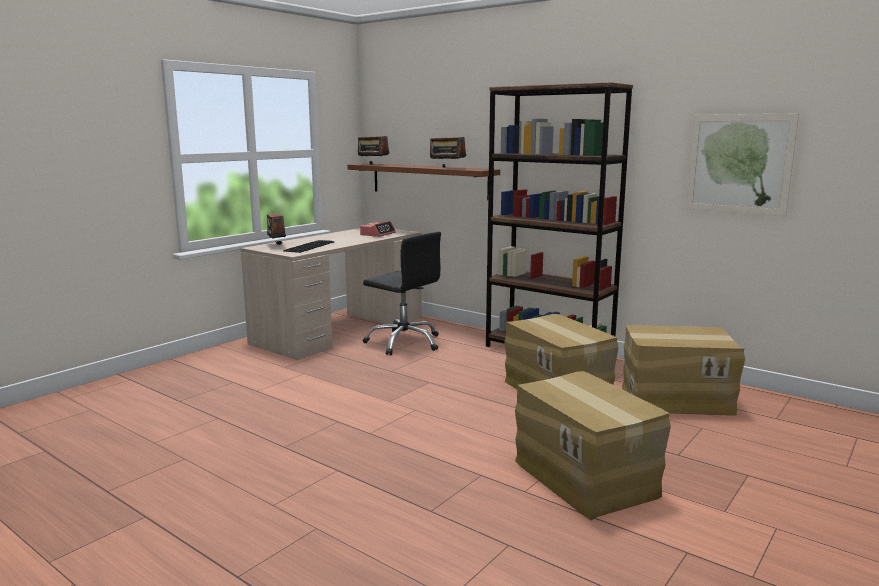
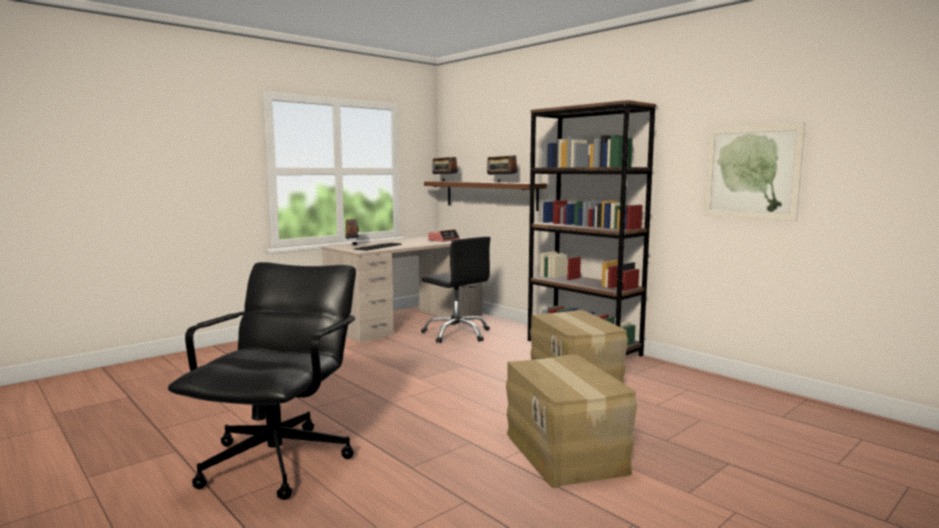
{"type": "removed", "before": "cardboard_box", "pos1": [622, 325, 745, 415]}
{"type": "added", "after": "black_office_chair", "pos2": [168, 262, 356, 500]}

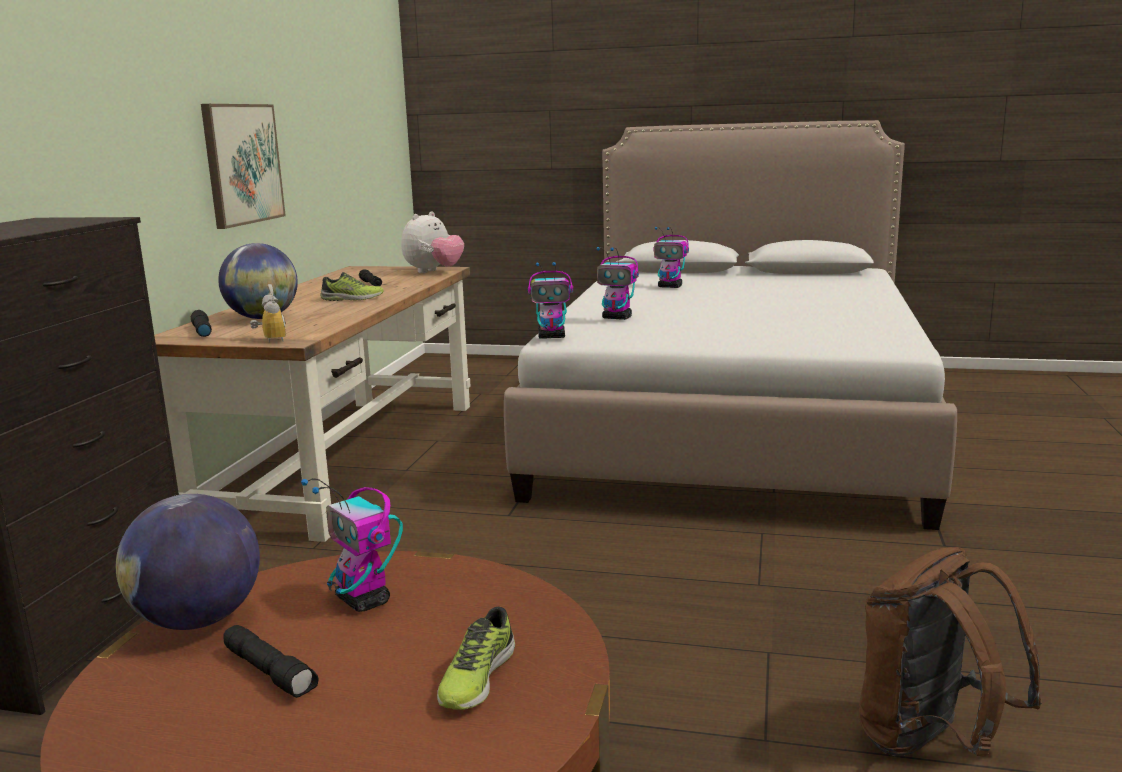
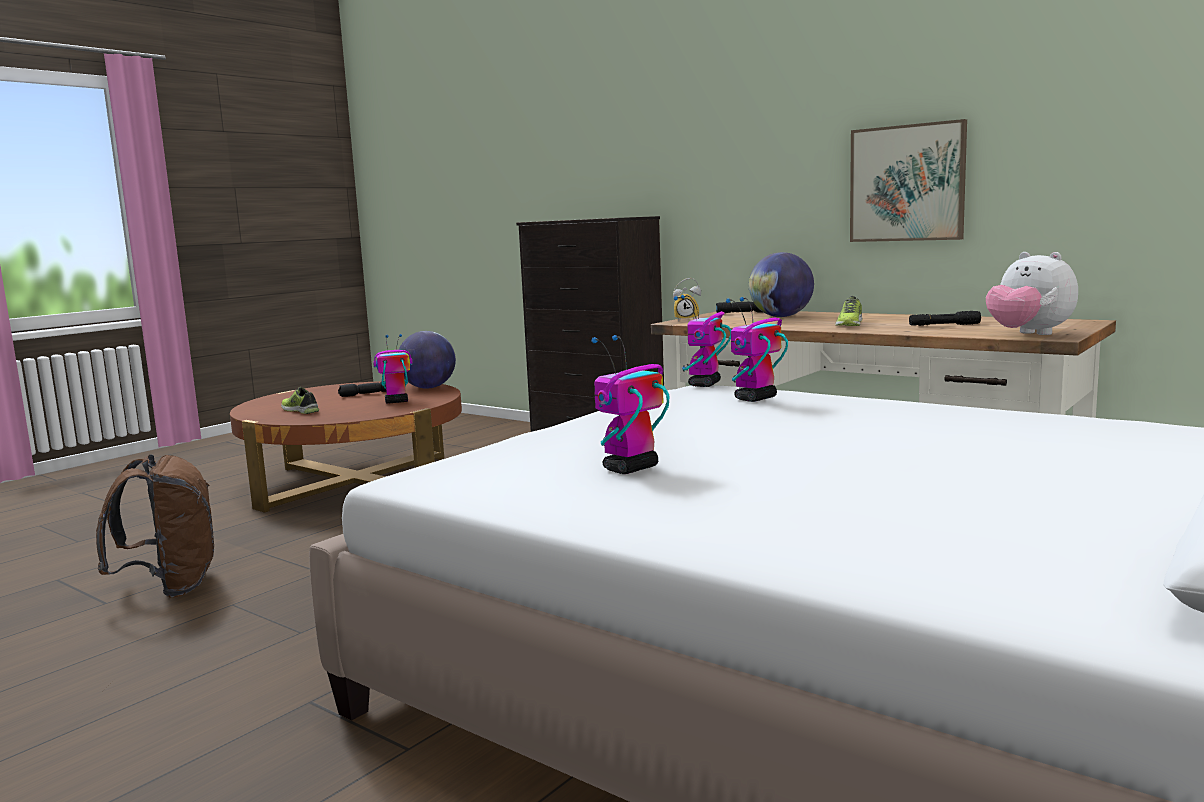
{"type": "moved", "before": "toy_robot", "pos1": [653, 227, 689, 288], "pos2": [591, 335, 670, 474]}

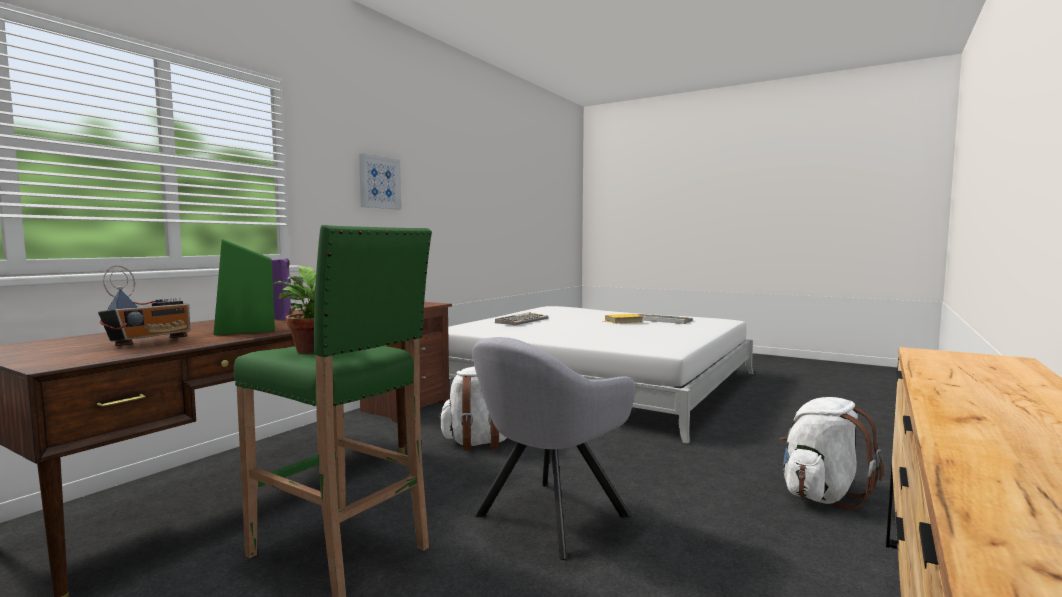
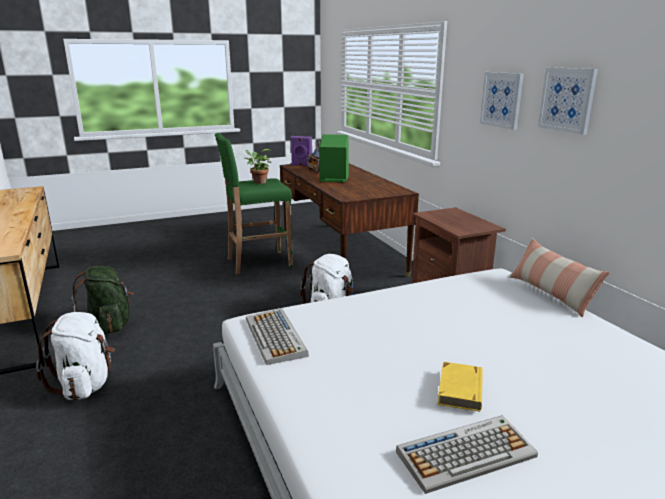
{"type": "removed", "before": "grey_armchair", "pos1": [472, 337, 636, 560]}
{"type": "added", "after": "green_backpack", "pos2": [71, 266, 134, 333]}
{"type": "added", "after": "pillow", "pos2": [509, 238, 610, 317]}
{"type": "added", "after": "picture", "pos2": [538, 67, 598, 135]}
{"type": "moved", "before": "purple_speaker", "pos1": [272, 258, 292, 320], "pos2": [291, 136, 312, 166]}
{"type": "moved", "before": "keyboard", "pos1": [495, 313, 548, 325], "pos2": [246, 308, 309, 365]}

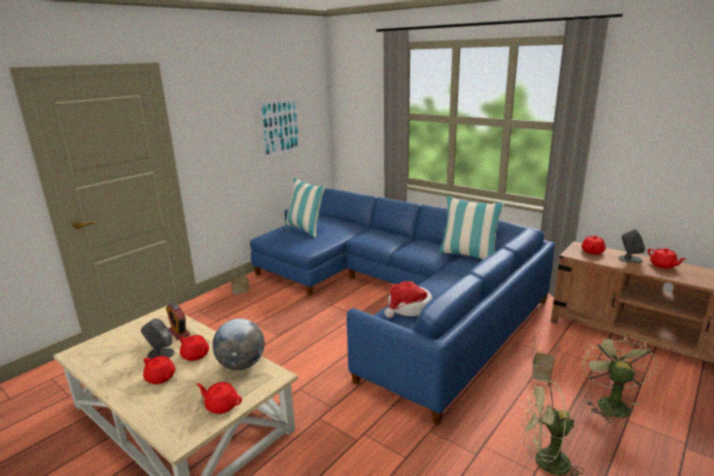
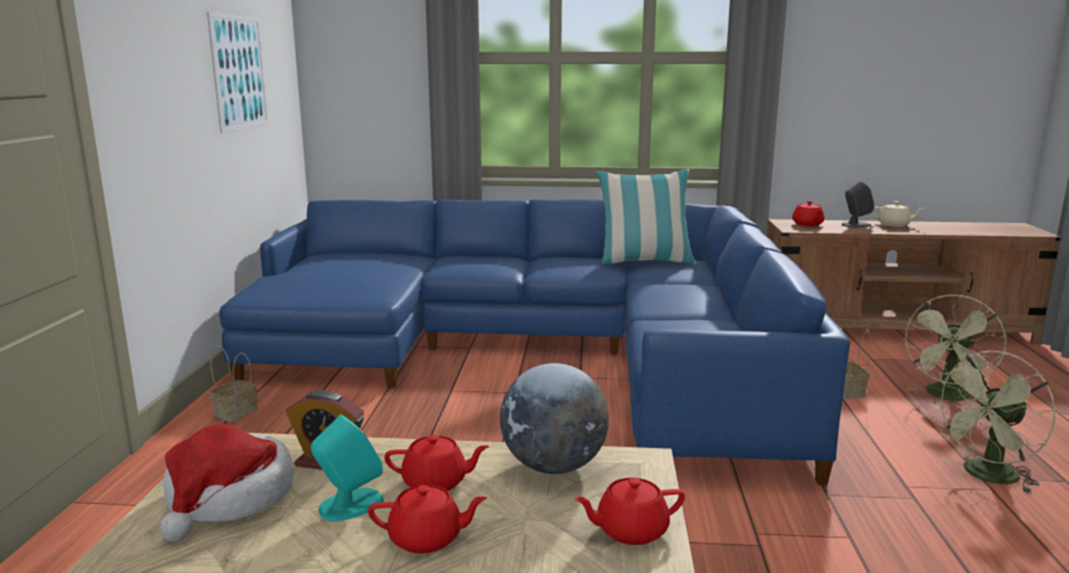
{"type": "removed", "before": "pillow", "pos1": [285, 178, 326, 237]}
{"type": "moved", "before": "hat", "pos1": [384, 281, 432, 318], "pos2": [159, 424, 293, 542]}
{"type": "recoloured", "before": "grey_speaker", "after": "turquoise_speaker", "pos1": [141, 318, 175, 359], "pos2": [311, 415, 384, 522]}
{"type": "recoloured", "before": "red_teapot", "after": "beige_teapot", "pos1": [648, 248, 686, 269], "pos2": [871, 201, 924, 227]}
{"type": "turned", "before": "green_fan", "pos1": [583, 333, 657, 423], "pos2": [903, 295, 1006, 403], "turn": -120}

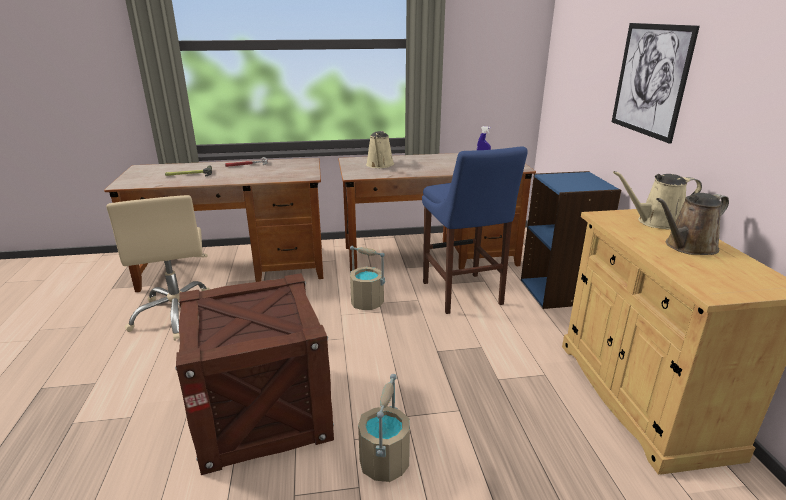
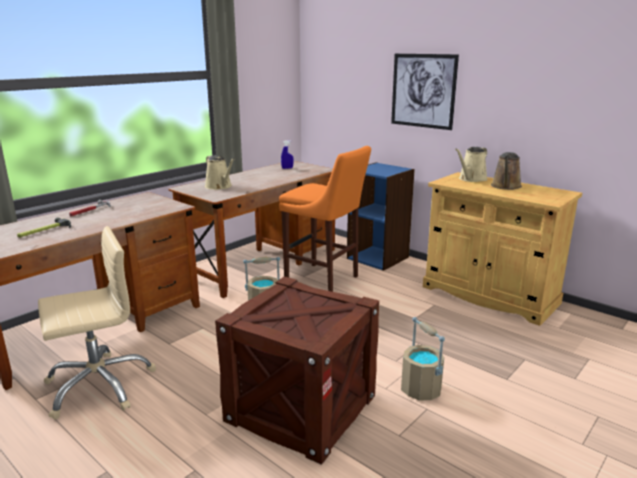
{"type": "recoloured", "before": "blue_stool", "after": "orange_stool", "pos1": [422, 147, 528, 314], "pos2": [279, 146, 371, 292]}
{"type": "turned", "before": "beige_office_chair", "pos1": [106, 195, 210, 341], "pos2": [38, 226, 156, 419], "turn": -60}

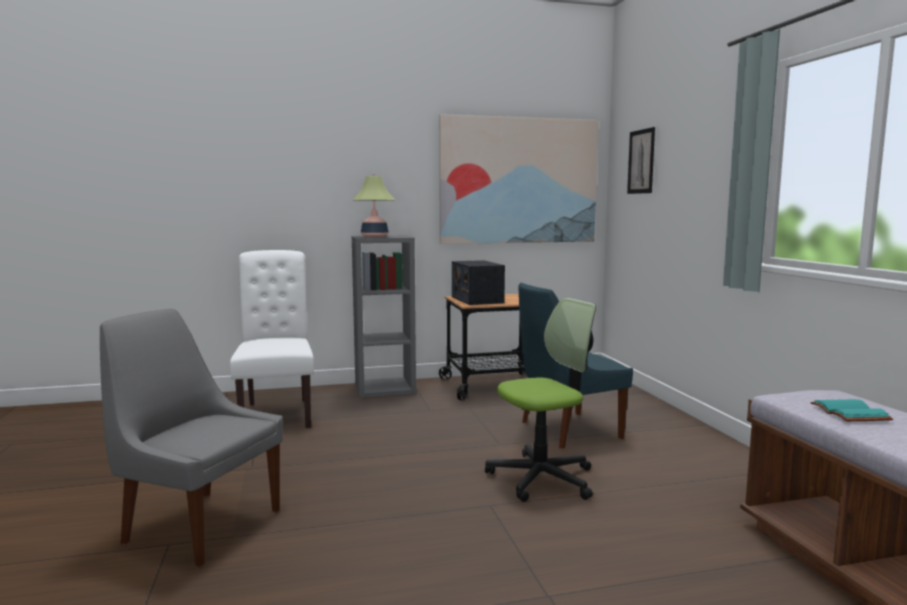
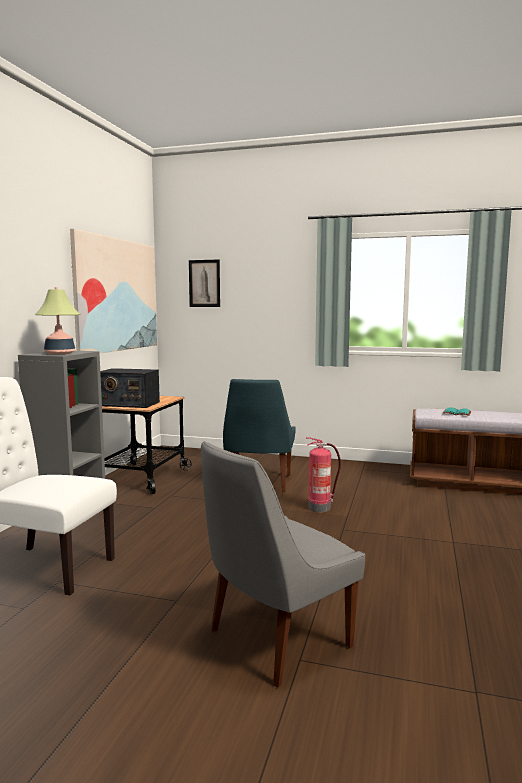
{"type": "replaced", "before": "office_chair", "after": "fire_extinguisher", "pos1": [485, 298, 596, 502], "pos2": [306, 437, 341, 512]}

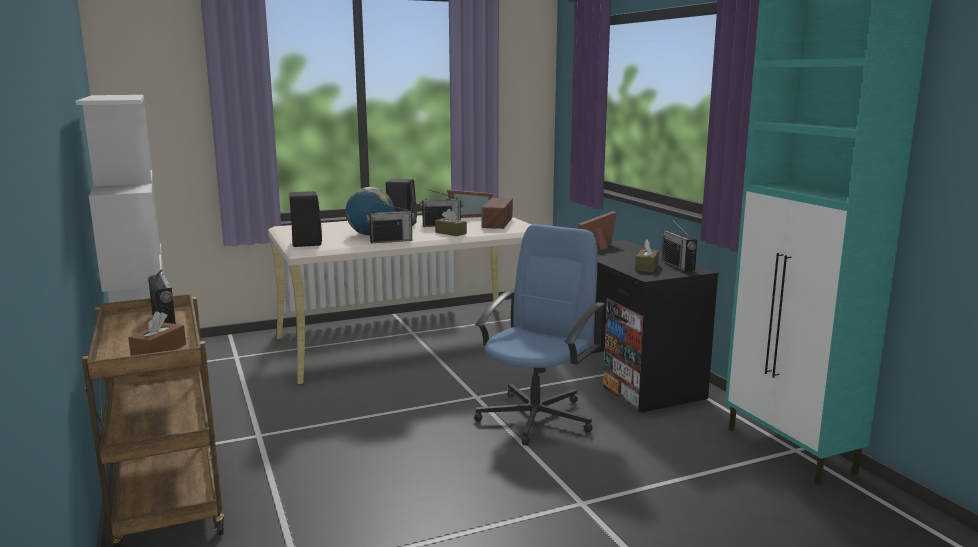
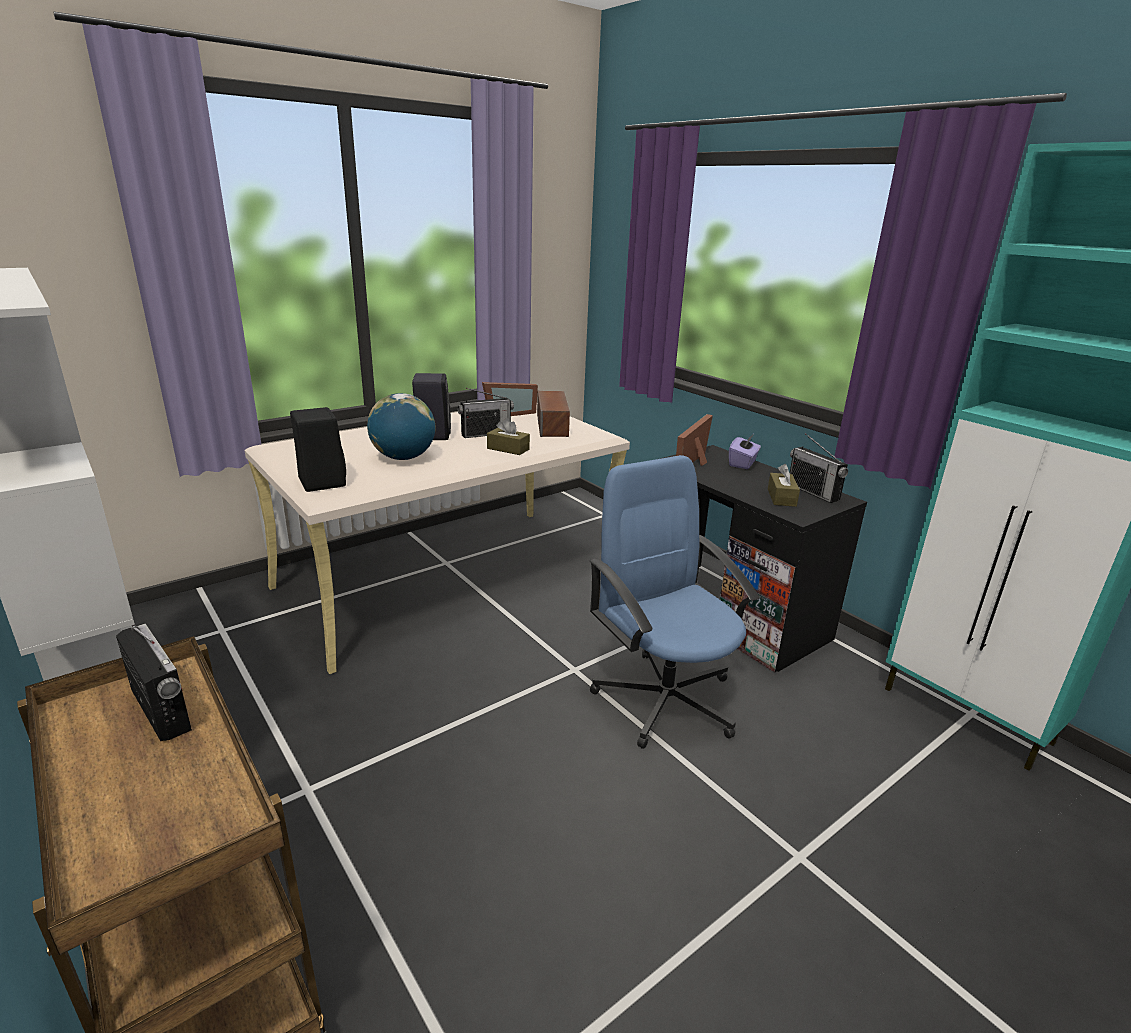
{"type": "removed", "before": "brown_tissue_box", "pos1": [128, 311, 186, 356]}
{"type": "removed", "before": "radio", "pos1": [366, 201, 415, 243]}
{"type": "added", "after": "purple_tissue_box", "pos2": [729, 435, 761, 469]}
{"type": "turned", "before": "blue_office_chair", "pos1": [474, 224, 605, 446], "pos2": [589, 455, 759, 749], "turn": -45}

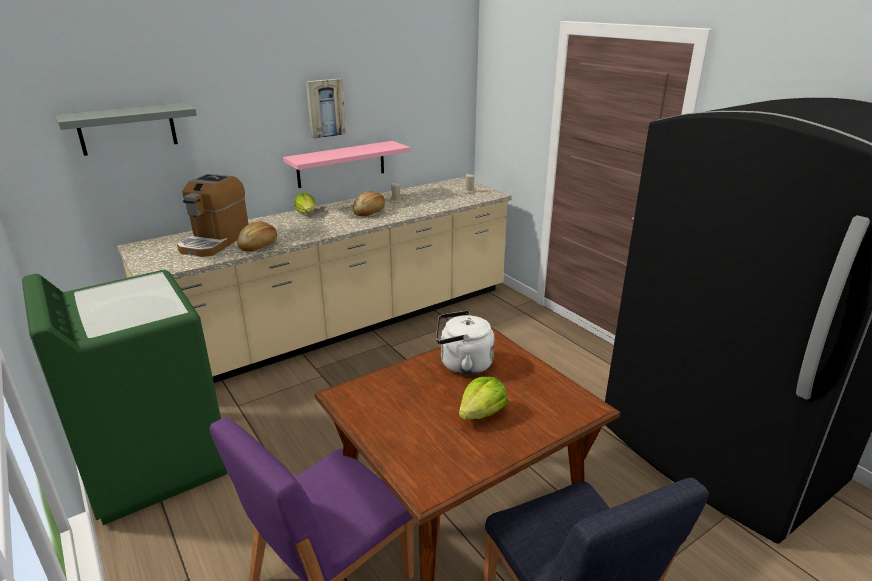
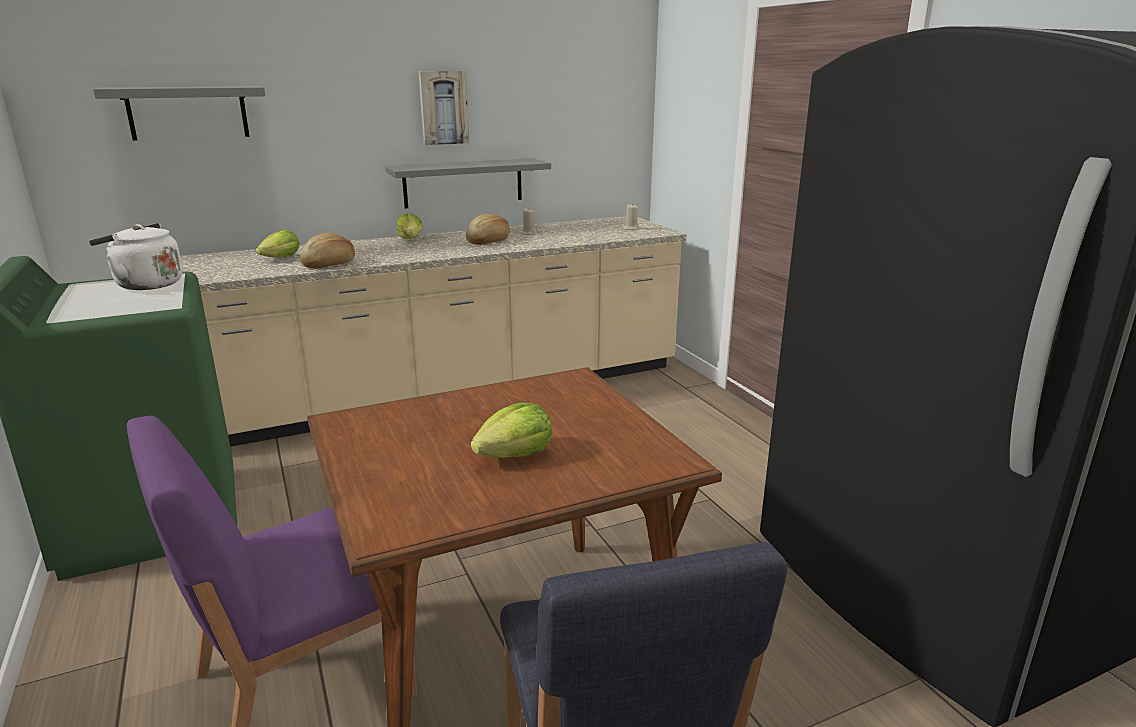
{"type": "moved", "before": "white_kettle", "pos1": [436, 310, 495, 375], "pos2": [89, 223, 183, 290]}
{"type": "replaced", "before": "coffee_machine", "after": "lettuce", "pos1": [177, 174, 249, 257], "pos2": [256, 229, 300, 257]}
{"type": "recoloured", "before": "pink_shelf", "after": "grey_shelf", "pos1": [283, 141, 410, 188], "pos2": [385, 158, 551, 209]}

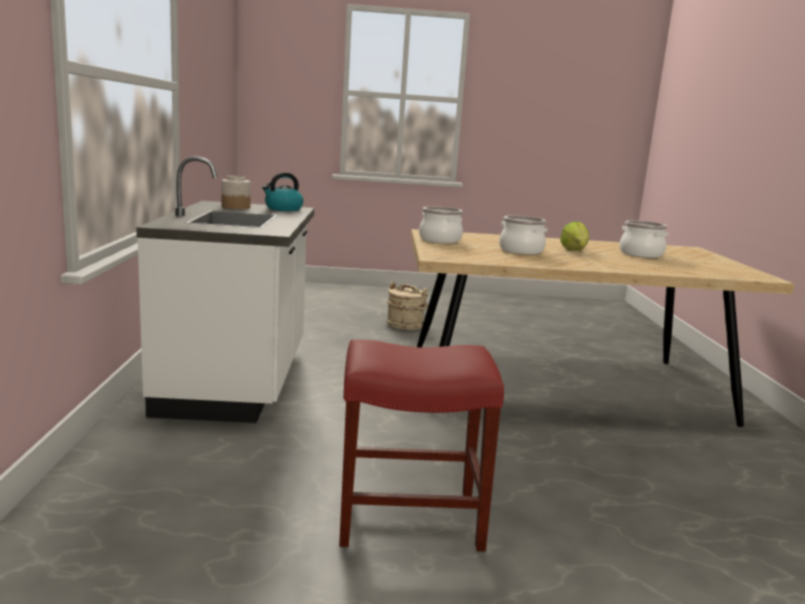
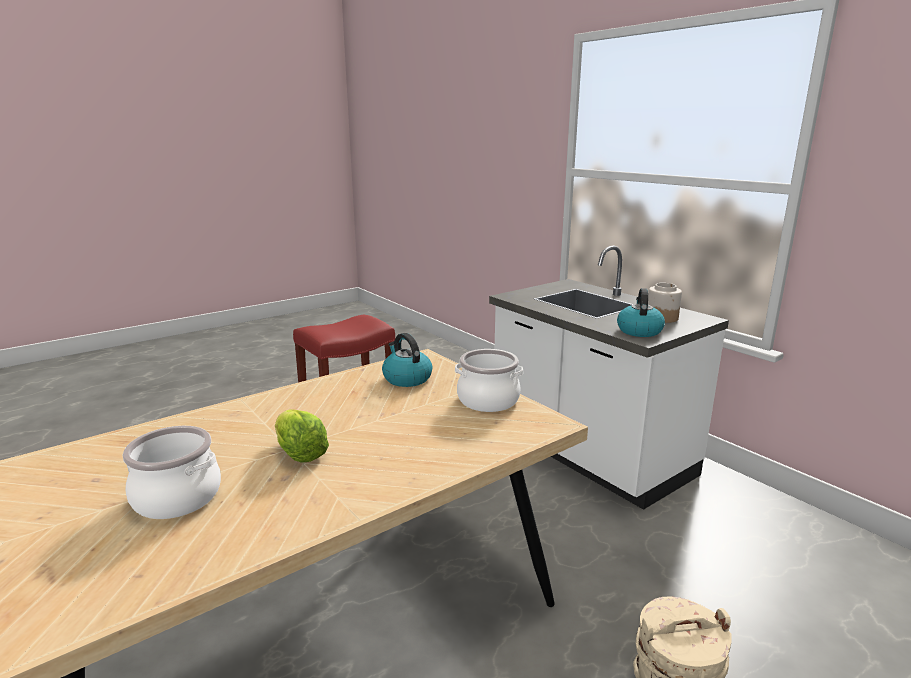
{"type": "removed", "before": "cooking_pot", "pos1": [499, 216, 548, 255]}
{"type": "added", "after": "kettle", "pos2": [382, 333, 432, 387]}

